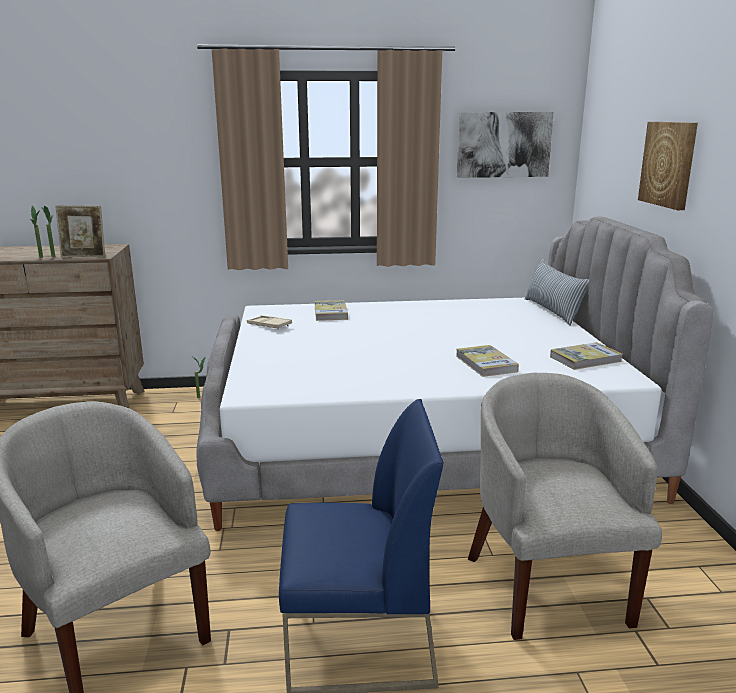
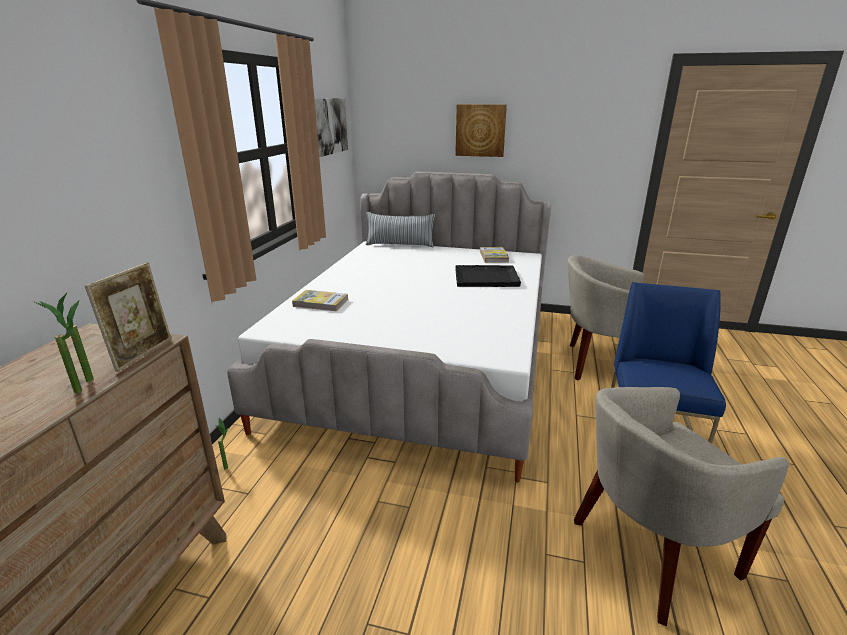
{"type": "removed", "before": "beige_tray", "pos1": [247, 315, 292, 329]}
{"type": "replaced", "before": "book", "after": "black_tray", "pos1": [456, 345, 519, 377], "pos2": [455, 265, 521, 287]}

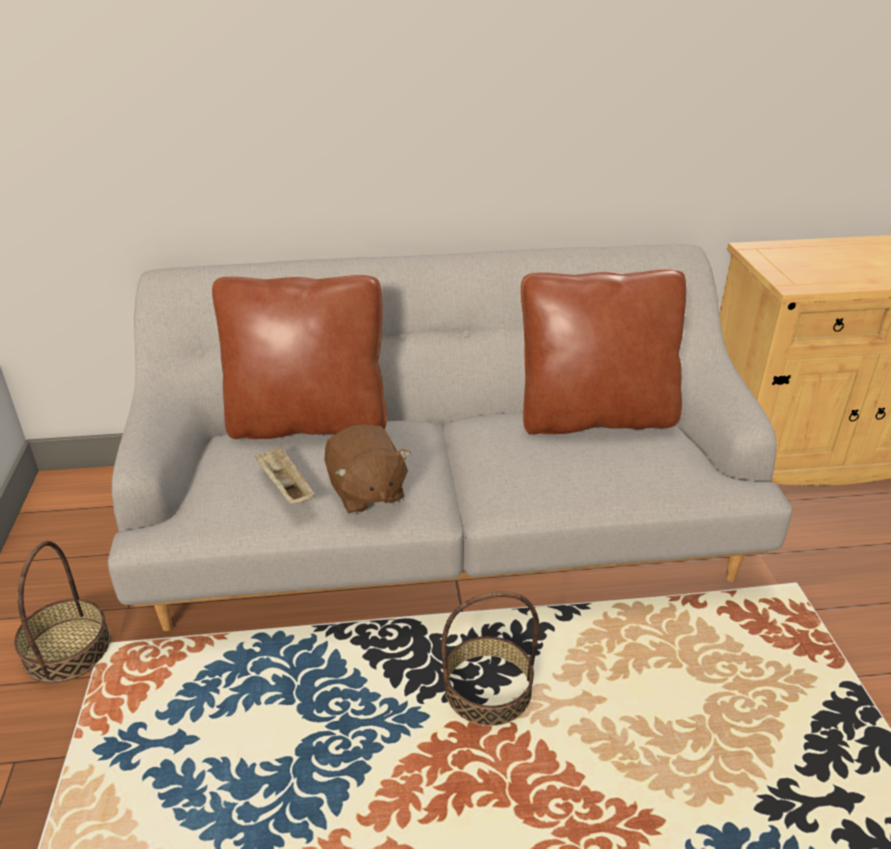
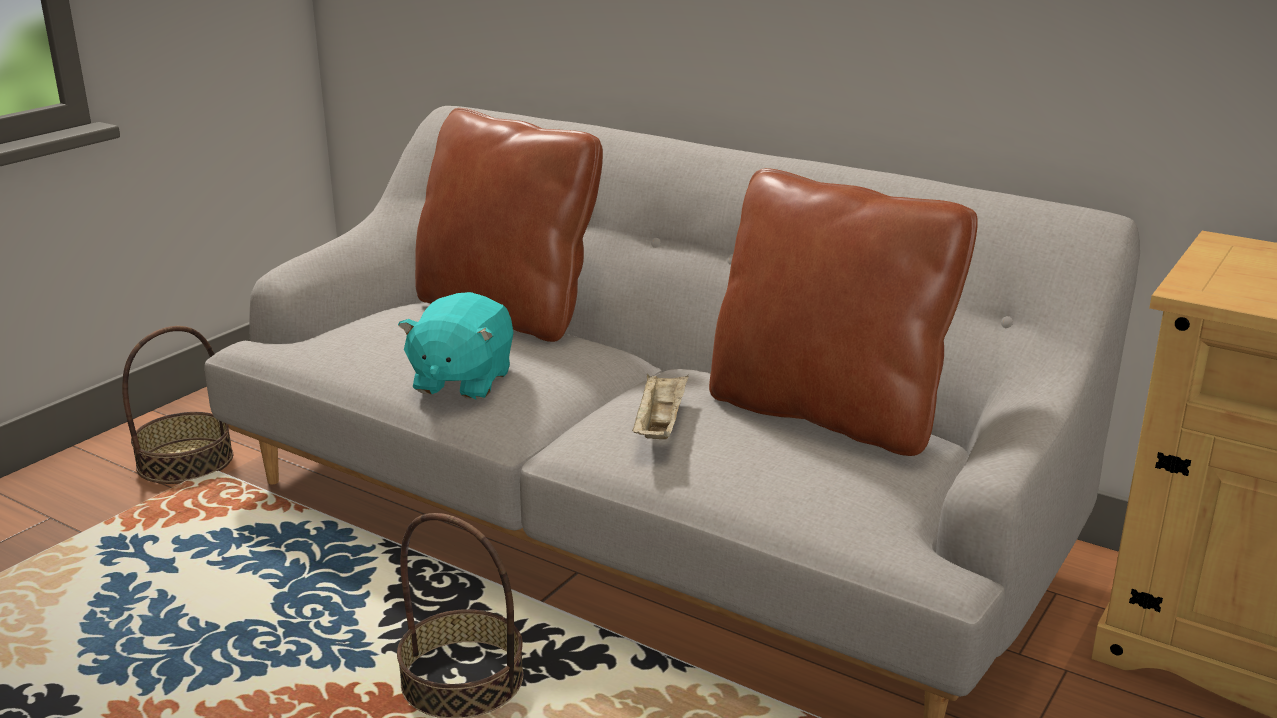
{"type": "moved", "before": "beige_tray", "pos1": [255, 445, 316, 504], "pos2": [632, 374, 689, 439]}
{"type": "recoloured", "before": "brown_plush_toy", "after": "turquoise_plush_toy", "pos1": [324, 424, 411, 514], "pos2": [398, 292, 514, 400]}

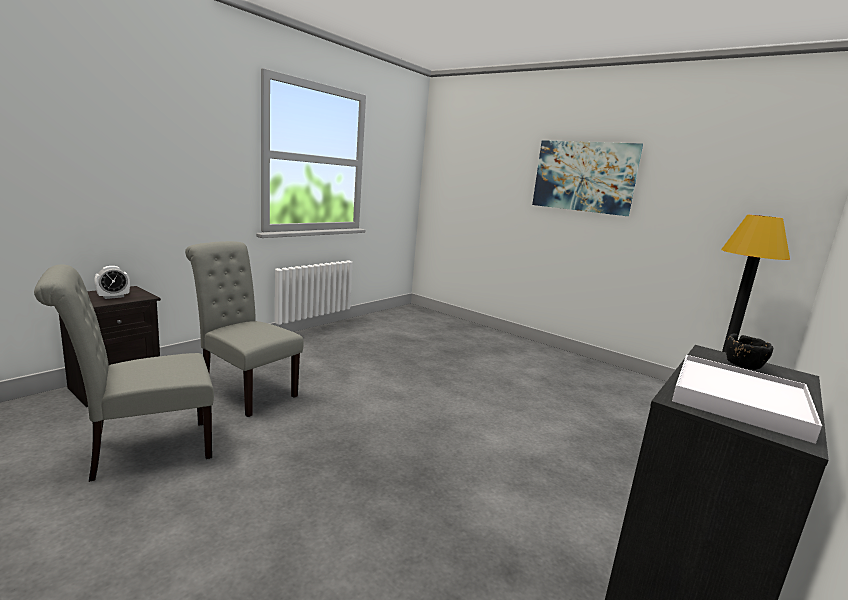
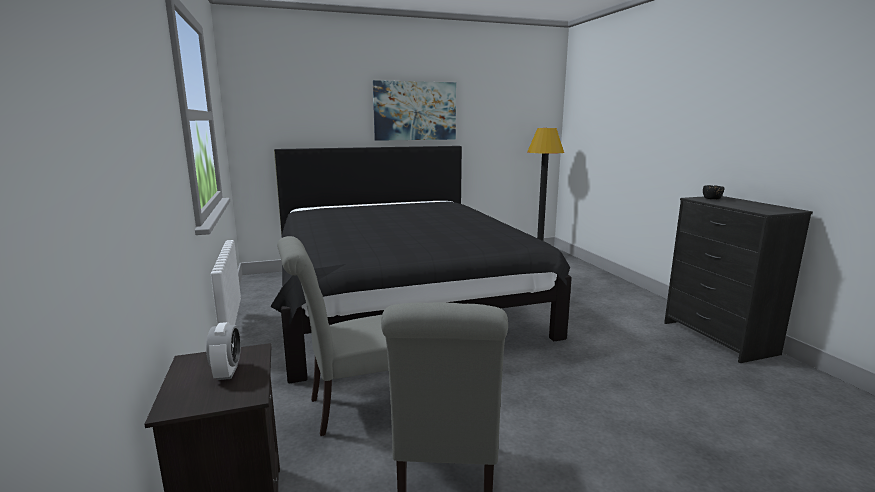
{"type": "removed", "before": "white_tray", "pos1": [672, 355, 822, 444]}
{"type": "added", "after": "black_bed", "pos2": [270, 146, 572, 383]}

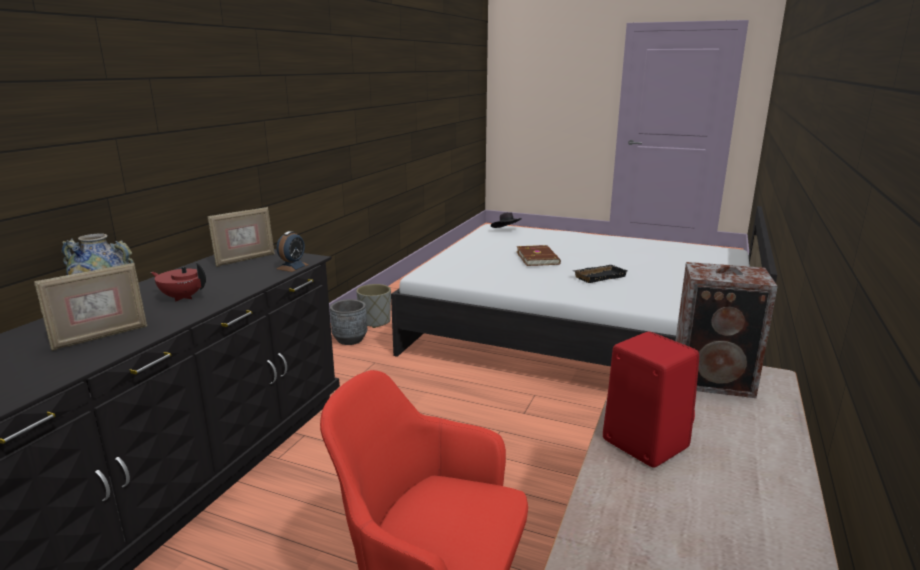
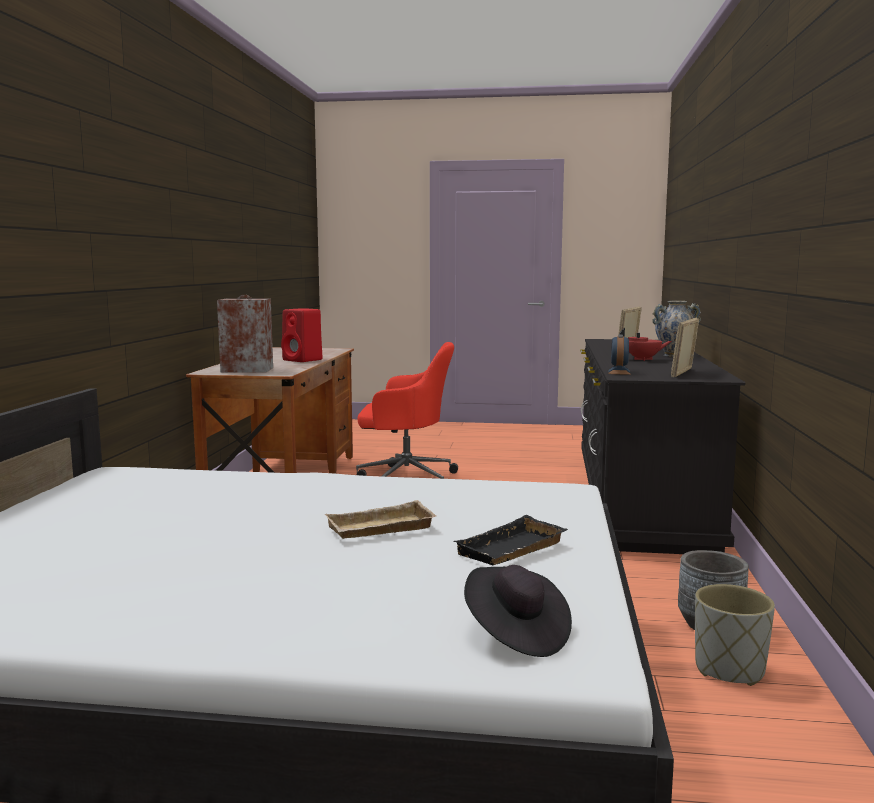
{"type": "moved", "before": "black_tray", "pos1": [573, 265, 627, 283], "pos2": [453, 515, 567, 565]}
{"type": "replaced", "before": "brown_book", "after": "beige_tray", "pos1": [516, 245, 561, 266], "pos2": [325, 500, 436, 539]}

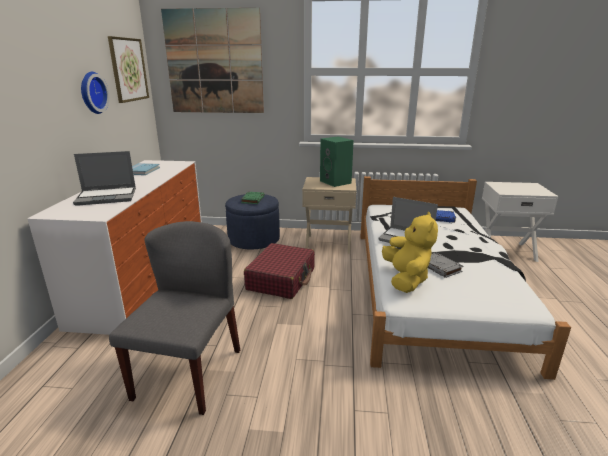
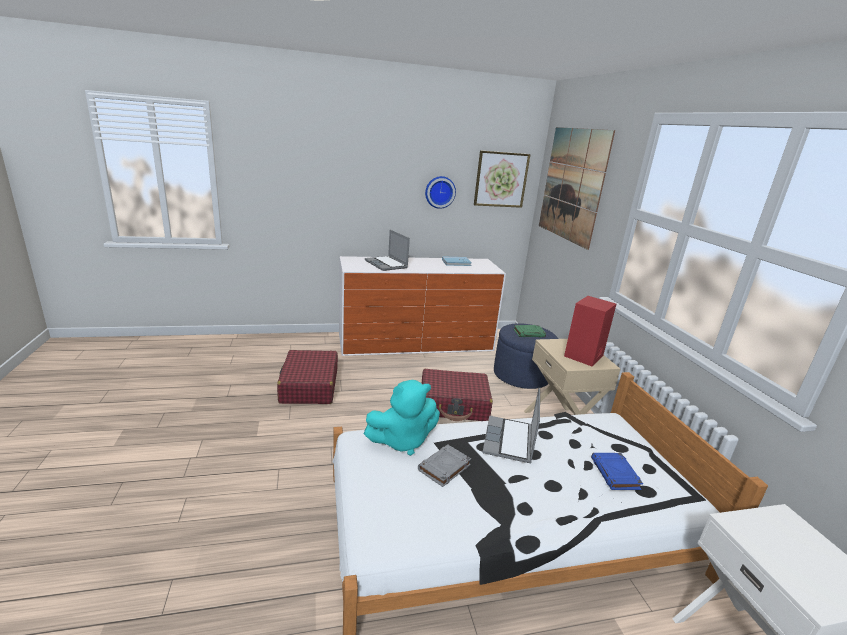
{"type": "replaced", "before": "grey_chair", "after": "red_suitcase", "pos1": [109, 221, 240, 415], "pos2": [277, 350, 338, 404]}
{"type": "recoloured", "before": "green_speaker", "after": "red_speaker", "pos1": [320, 136, 354, 187], "pos2": [564, 296, 616, 366]}
{"type": "recoloured", "before": "yellow_plush_toy", "after": "turquoise_plush_toy", "pos1": [382, 212, 438, 293], "pos2": [364, 380, 440, 456]}

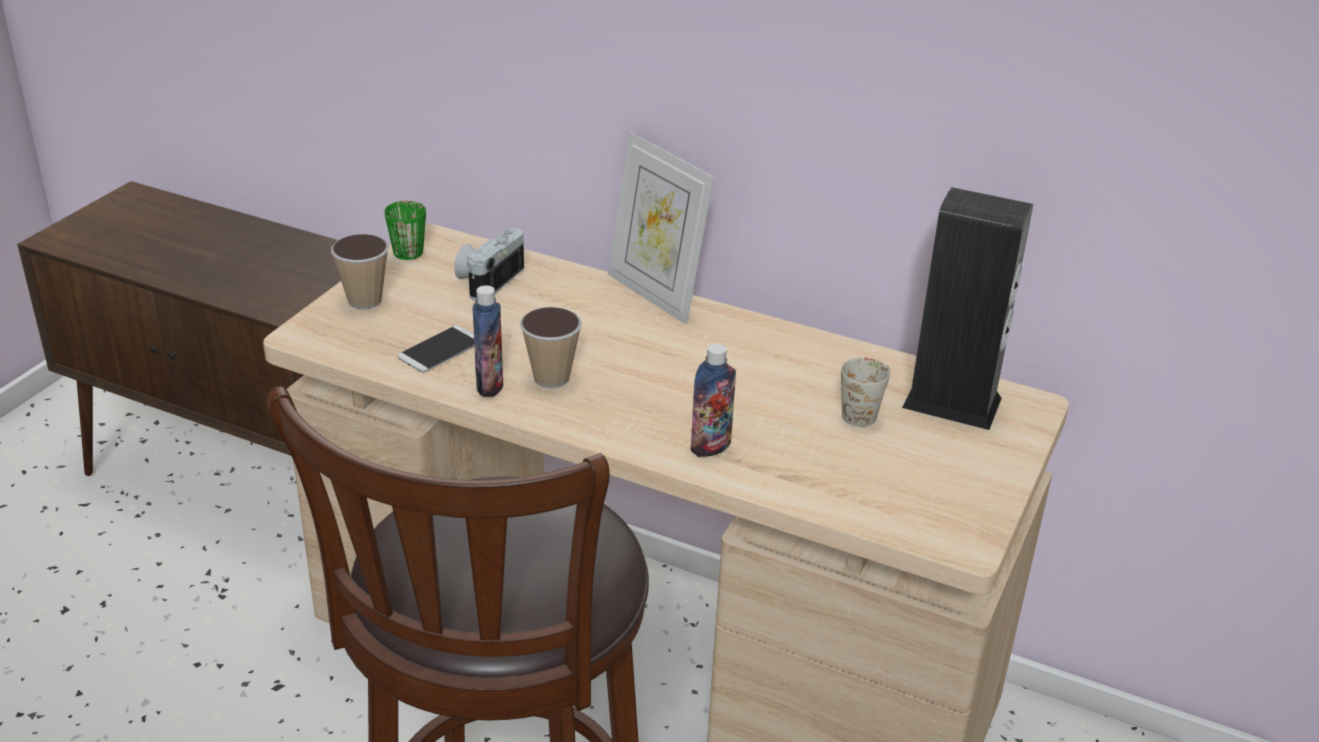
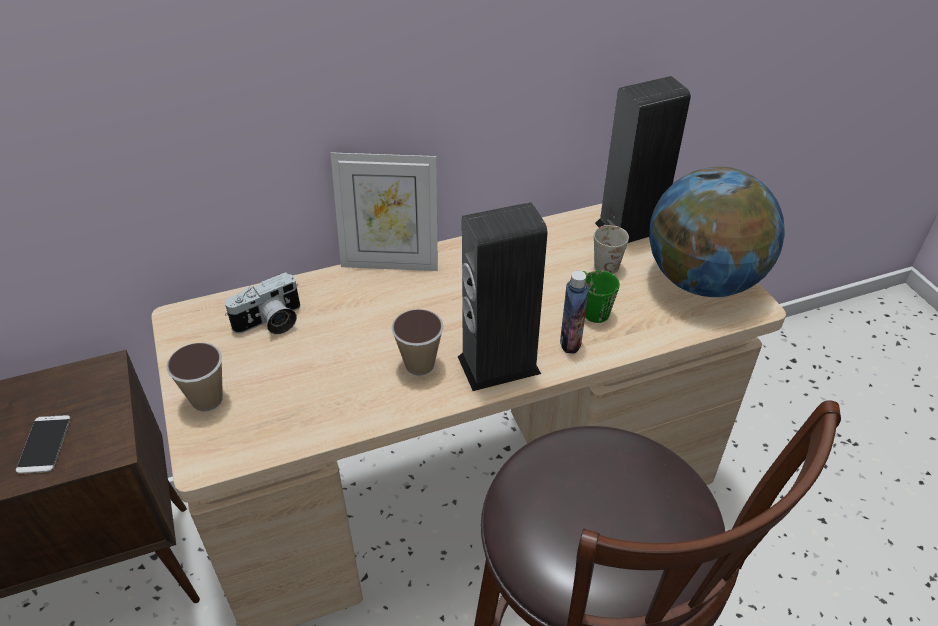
{"type": "removed", "before": "bottle", "pos1": [473, 285, 503, 397]}
{"type": "added", "after": "speaker", "pos2": [458, 202, 547, 391]}
{"type": "added", "after": "globe", "pos2": [649, 167, 785, 297]}
{"type": "moved", "before": "green_mug", "pos1": [384, 201, 426, 260], "pos2": [582, 270, 620, 323]}
{"type": "moved", "before": "phone", "pos1": [398, 325, 474, 372], "pos2": [16, 415, 71, 474]}
{"type": "turned", "before": "photo_camera", "pos1": [454, 228, 524, 301], "pos2": [225, 272, 300, 334], "turn": -105}

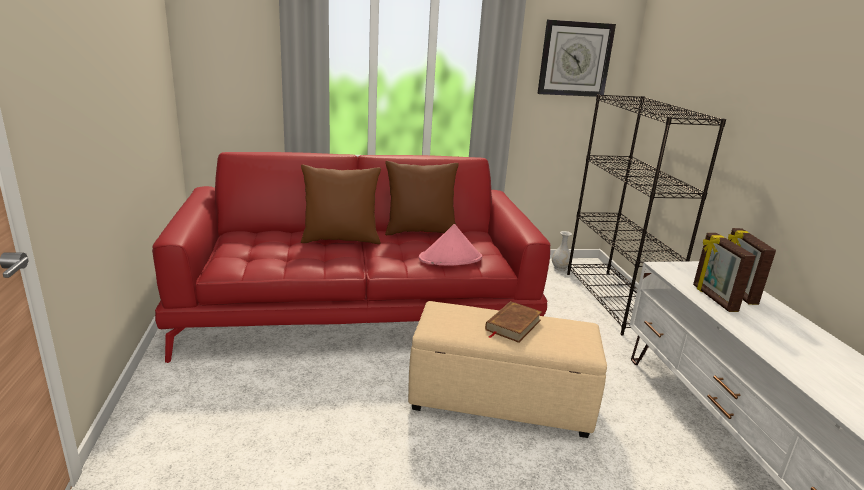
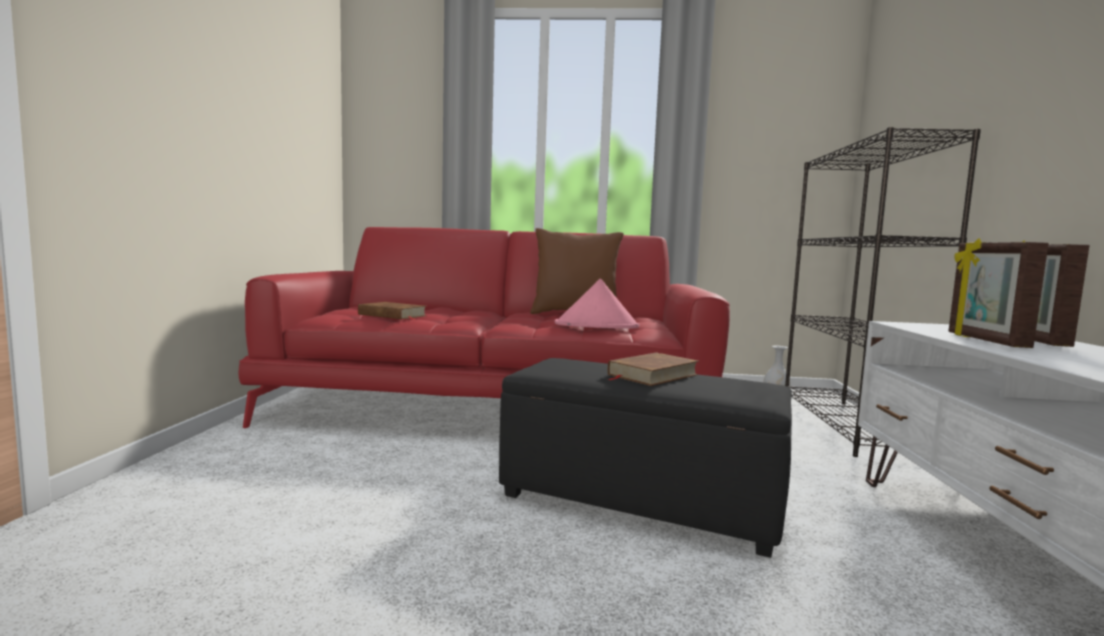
{"type": "removed", "before": "brown_pillow", "pos1": [301, 165, 381, 244]}
{"type": "removed", "before": "wall_clock", "pos1": [537, 20, 616, 97]}
{"type": "added", "after": "brown_book", "pos2": [358, 302, 426, 320]}
{"type": "recoloured", "before": "beige_ottoman", "after": "black_ottoman", "pos1": [408, 301, 607, 438], "pos2": [499, 358, 792, 558]}

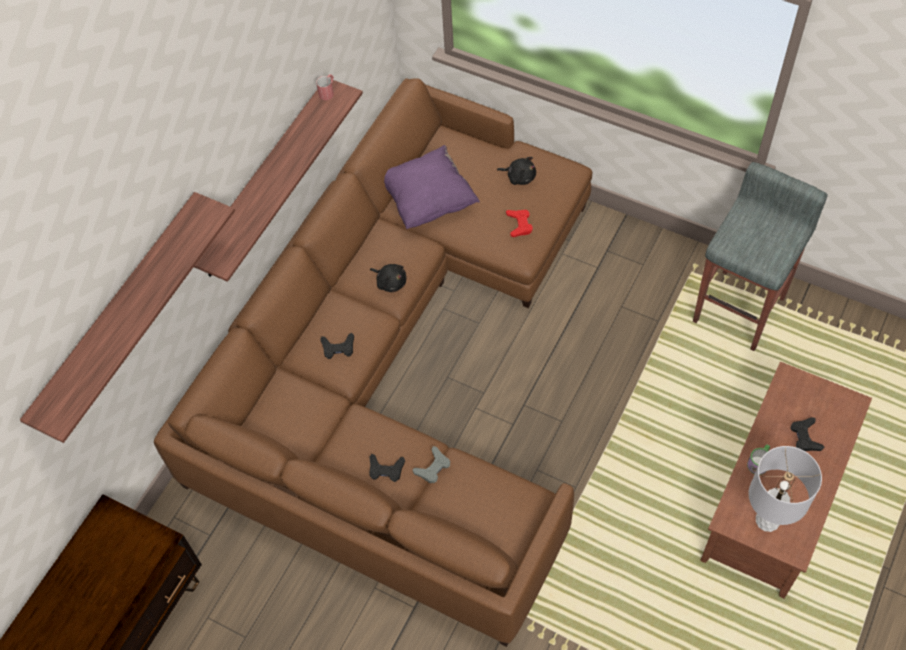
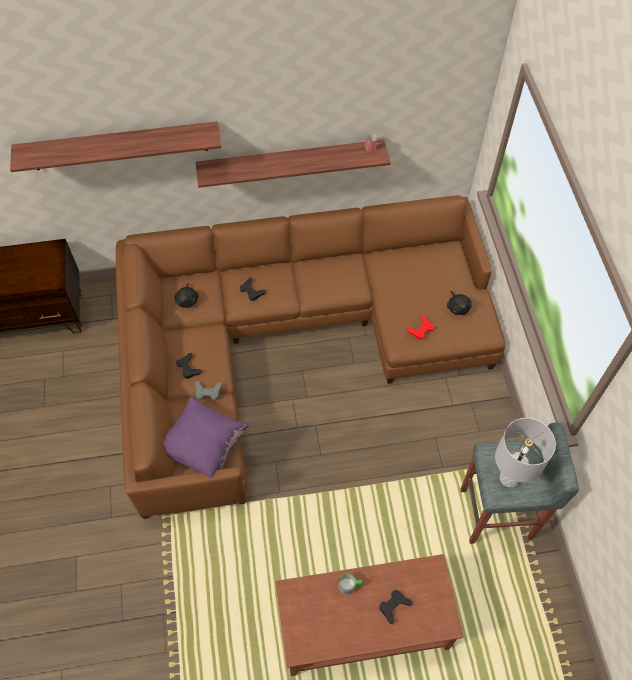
{"type": "moved", "before": "black_plush_toy", "pos1": [370, 264, 406, 292], "pos2": [174, 283, 199, 308]}
{"type": "moved", "before": "purple_pillow", "pos1": [384, 145, 480, 229], "pos2": [164, 397, 249, 478]}
{"type": "moved", "before": "grey_table_lamp", "pos1": [749, 446, 822, 532], "pos2": [495, 418, 556, 487]}

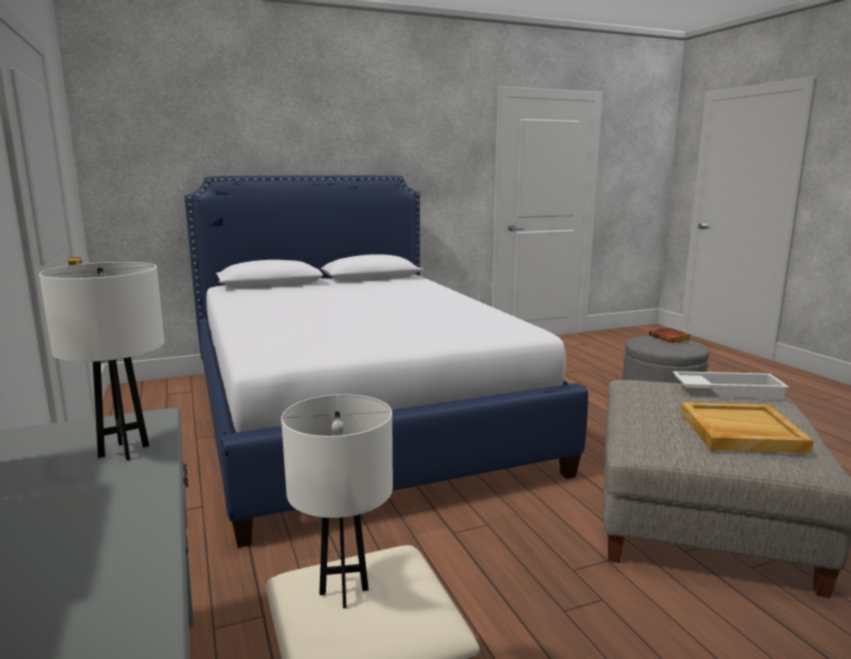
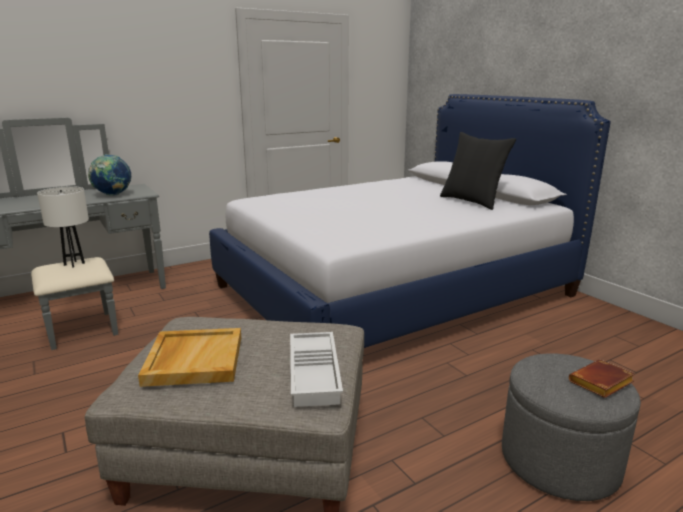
{"type": "added", "after": "black_pillow", "pos2": [440, 132, 516, 210]}
{"type": "replaced", "before": "white_table_lamp", "after": "globe", "pos1": [39, 262, 164, 460], "pos2": [88, 154, 131, 196]}

